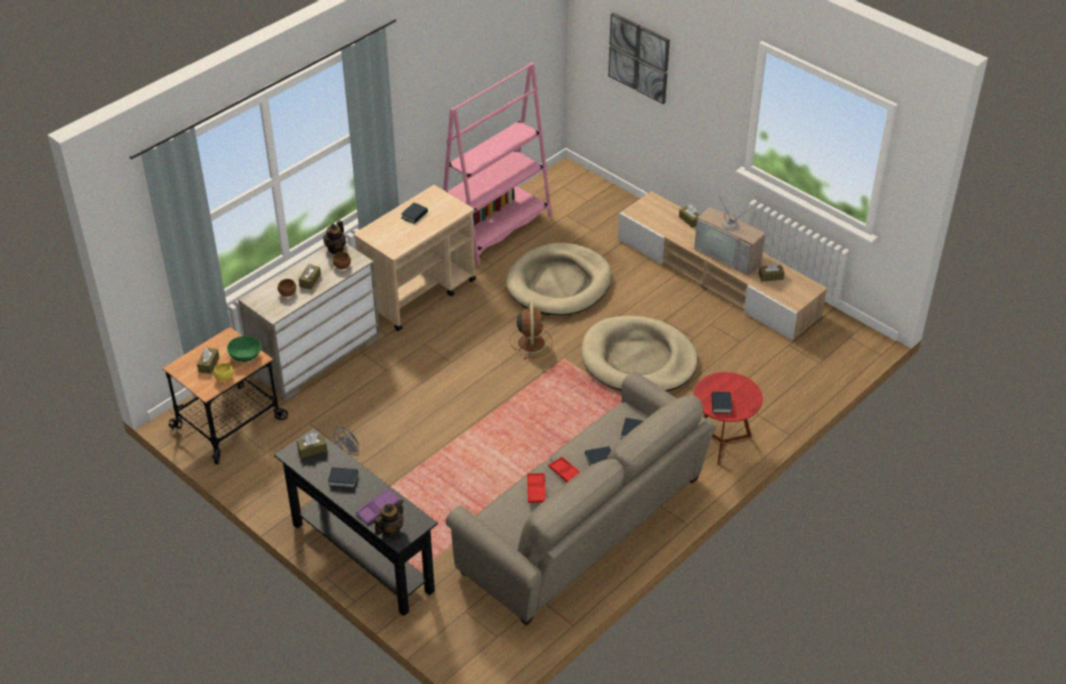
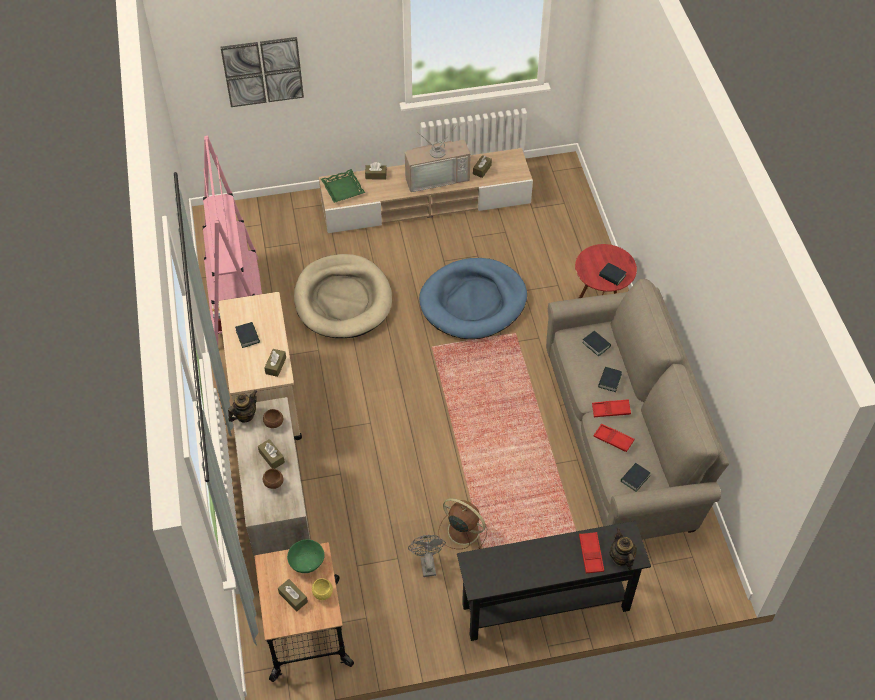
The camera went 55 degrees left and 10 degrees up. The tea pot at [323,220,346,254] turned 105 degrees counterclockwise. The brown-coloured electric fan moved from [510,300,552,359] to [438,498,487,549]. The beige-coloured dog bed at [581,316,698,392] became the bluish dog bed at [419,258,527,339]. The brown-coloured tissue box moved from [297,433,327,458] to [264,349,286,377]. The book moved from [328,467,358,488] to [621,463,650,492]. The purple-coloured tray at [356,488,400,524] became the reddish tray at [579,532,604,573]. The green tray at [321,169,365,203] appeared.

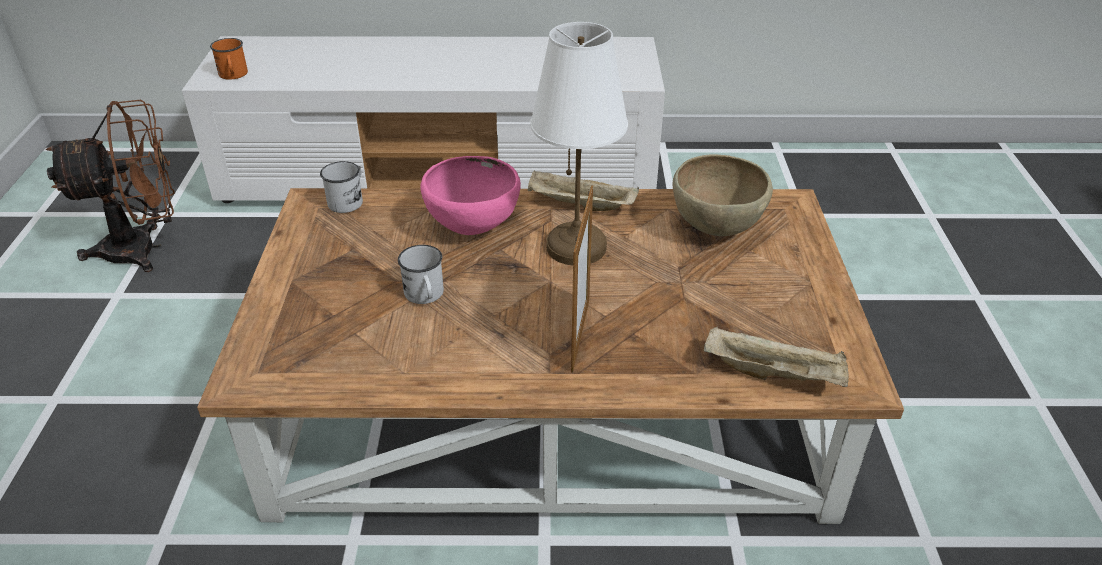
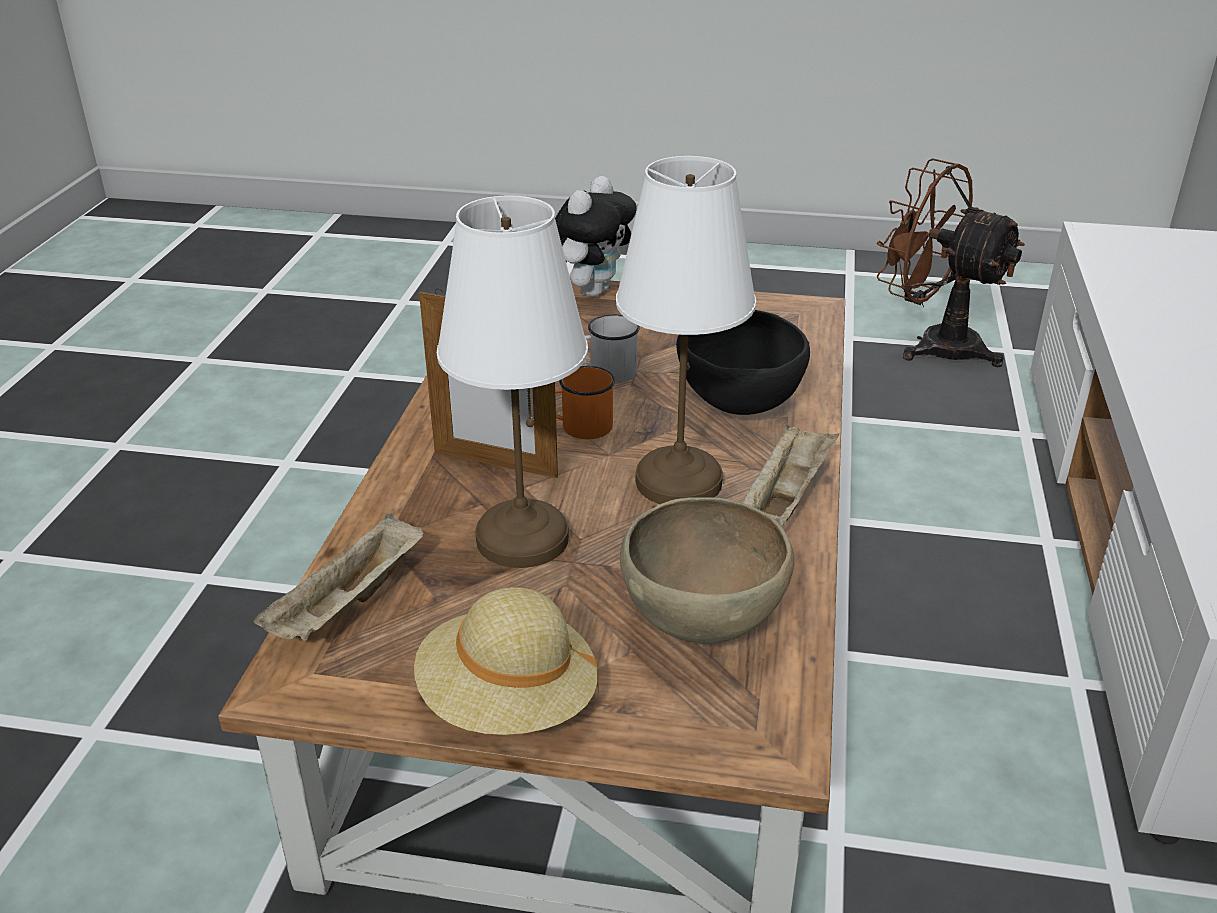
The camera went 100 degrees right and 5 degrees down. The orange mug moved from [210,38,248,80] to [555,366,615,439]. The brown-coloured electric fan at [46,99,175,272] turned 135 degrees clockwise. The pinkish bowl at [421,156,521,235] became the black bowl at [676,310,810,415]. The whitish mug at [320,161,363,213] disappeared. The plush toy at [555,176,637,297] appeared. The whitish tabletop lamp at [437,195,588,568] appeared. The beige-coloured hat at [414,587,598,735] appeared.

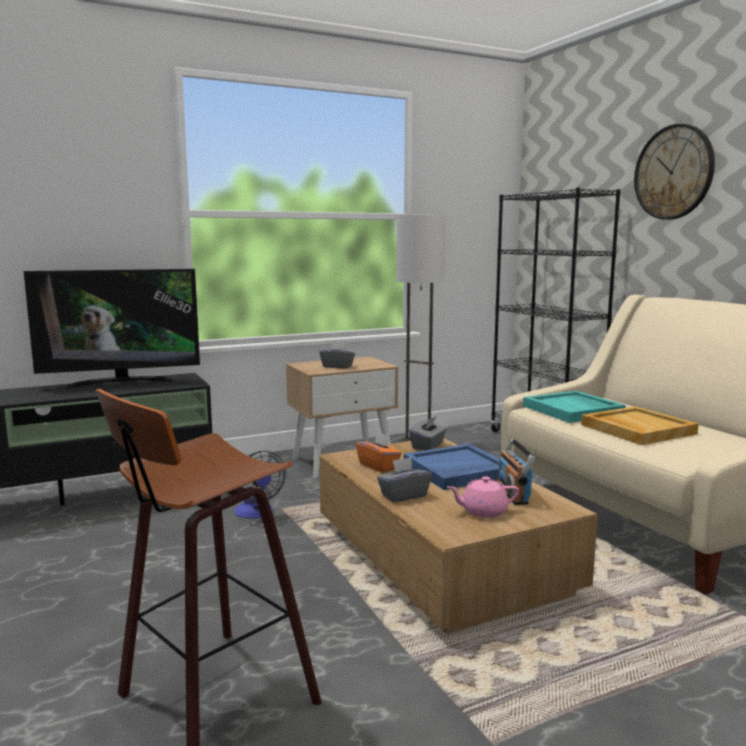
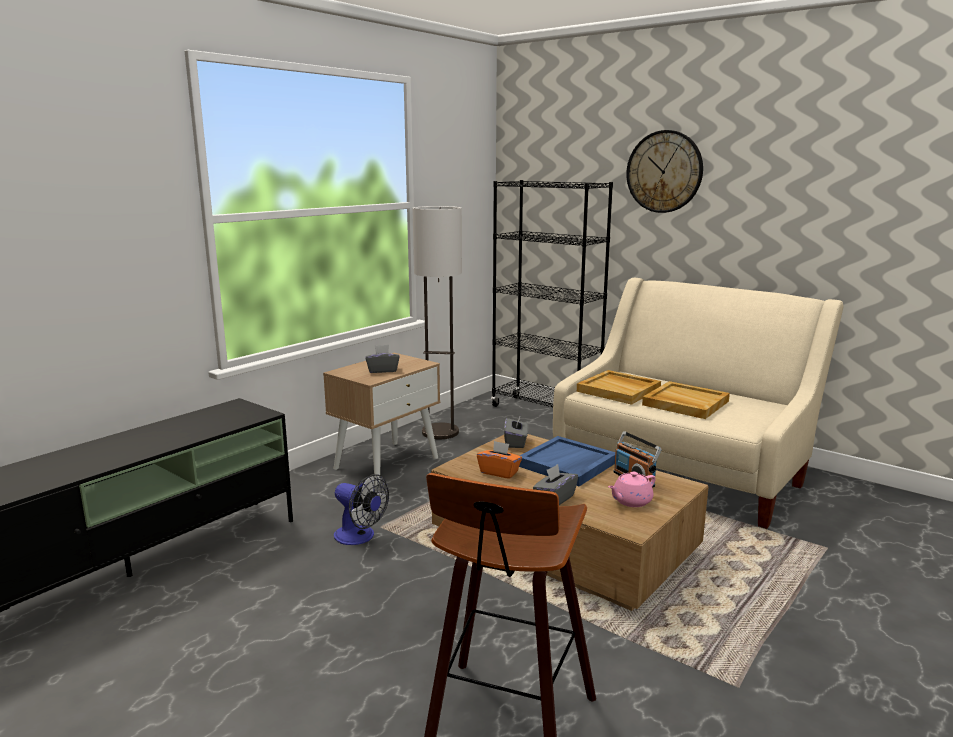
The camera went 25 degrees left and 5 degrees up. The television at [24,269,200,390] disappeared. The blue-green tray at [523,391,626,423] became the beige-coloured tray at [577,370,661,405].

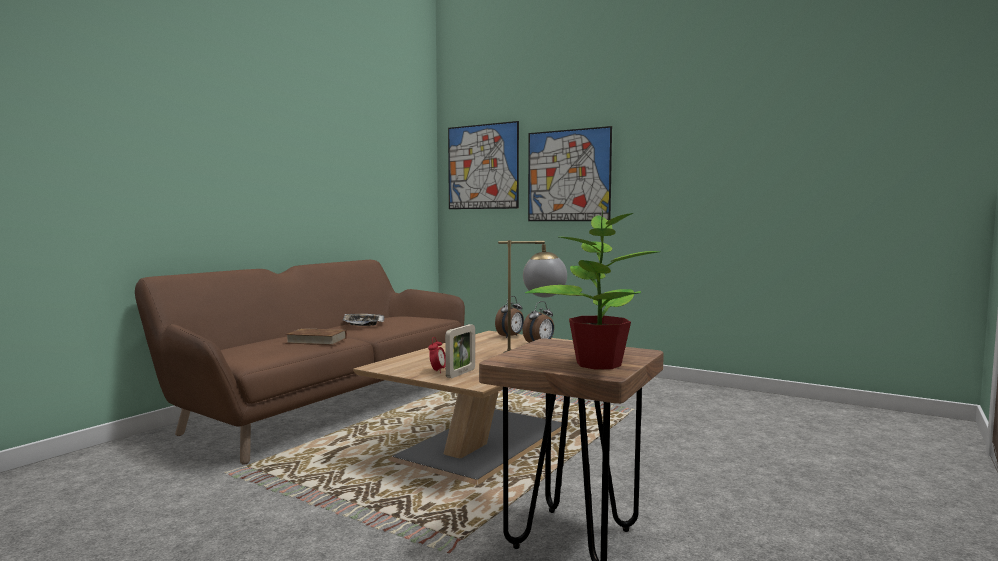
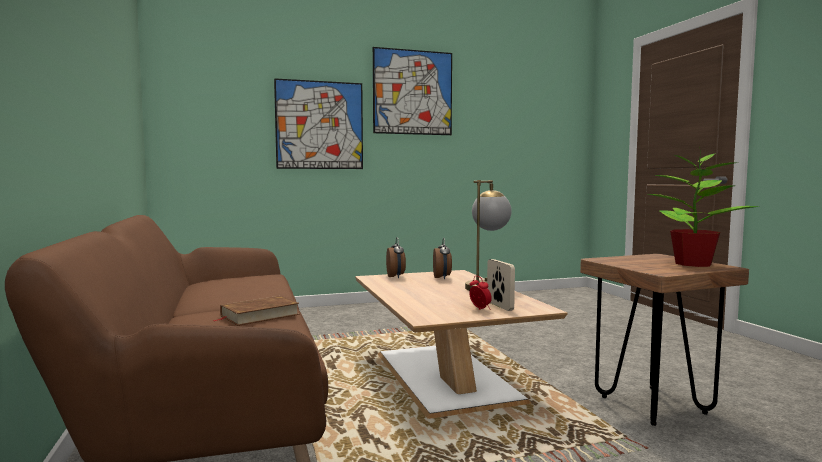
The camera went 50 degrees left and 0 degrees up. The picture moved from [448,121,519,209] to [373,47,452,135]. The tray at [343,314,384,326] disappeared.

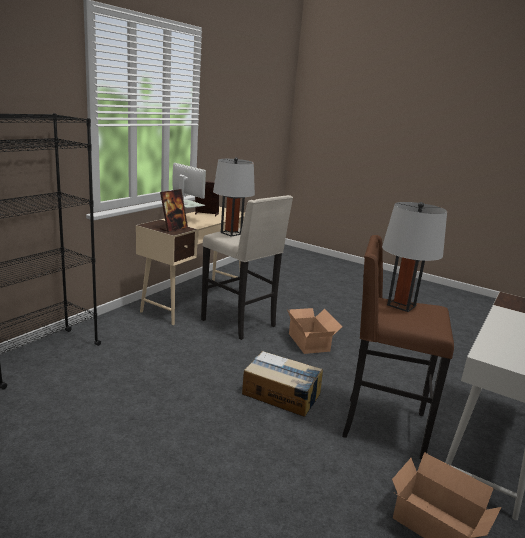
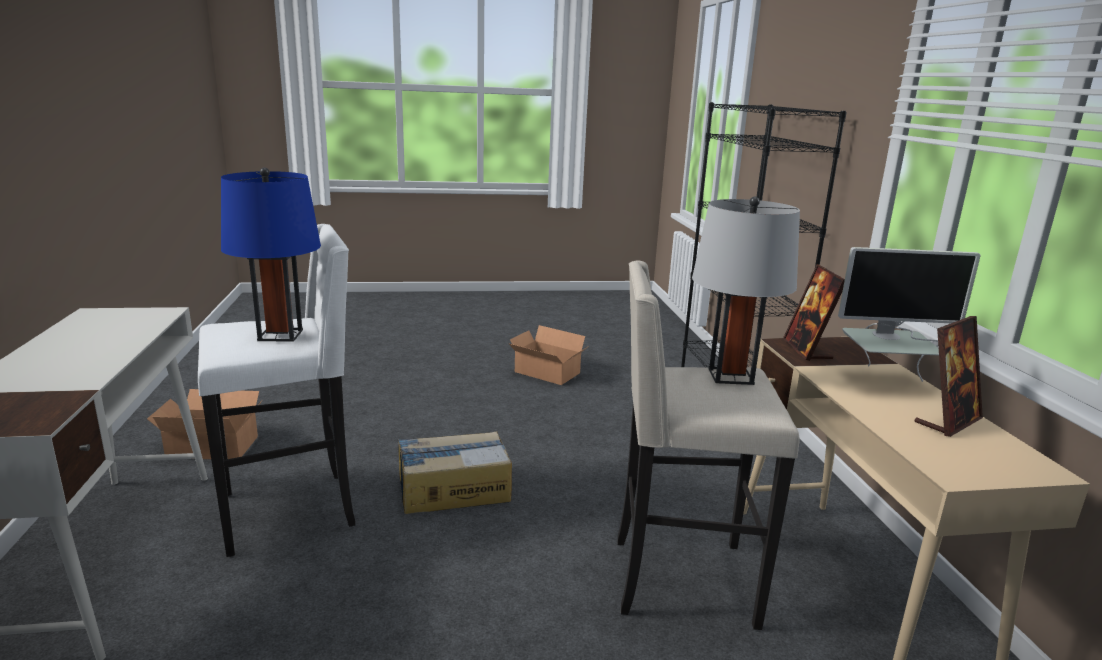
The camera went 140 degrees right and 0 degrees up. The greyish tabletop lamp at [382,202,447,312] became the bluish tabletop lamp at [221,167,321,342]. The brown-coloured stool seat at [342,235,454,460] became the whitish stool seat at [198,224,355,557]. The cardboard box moved from [287,308,342,354] to [508,325,589,385].

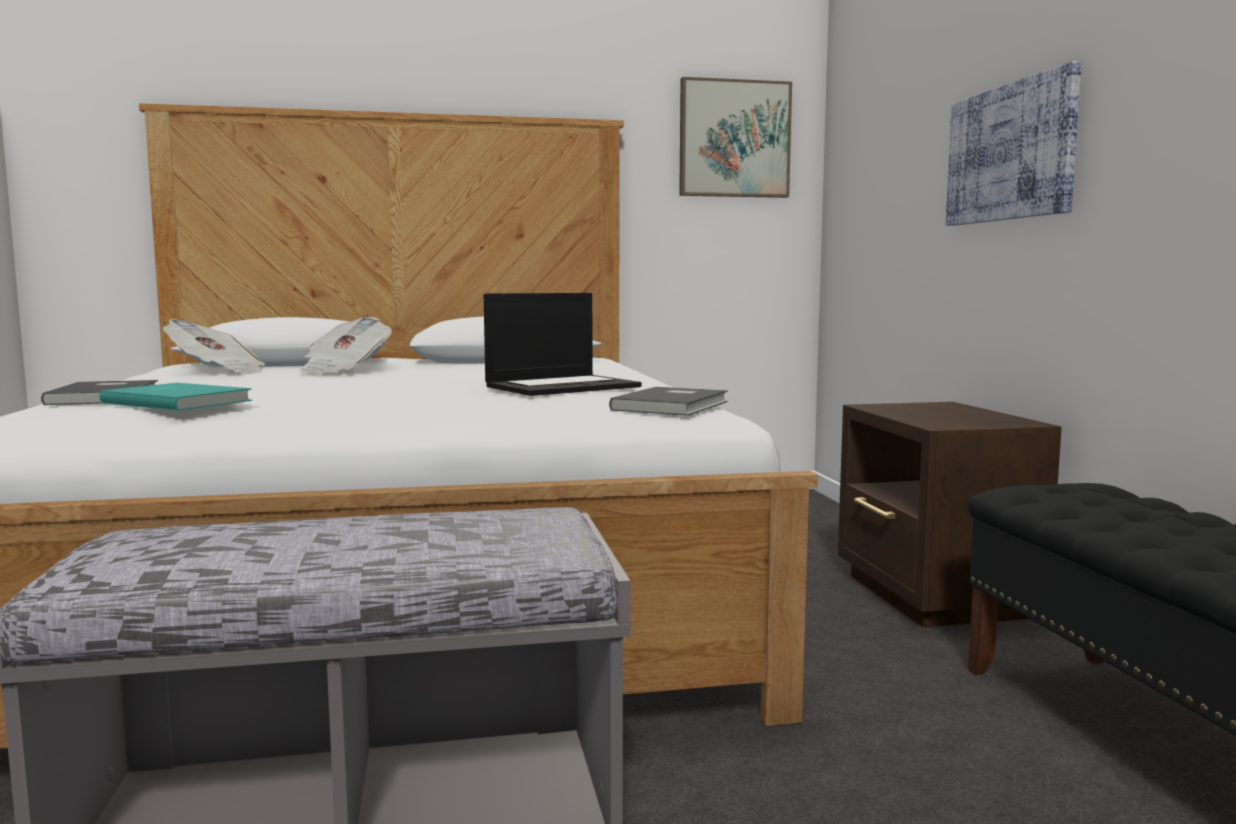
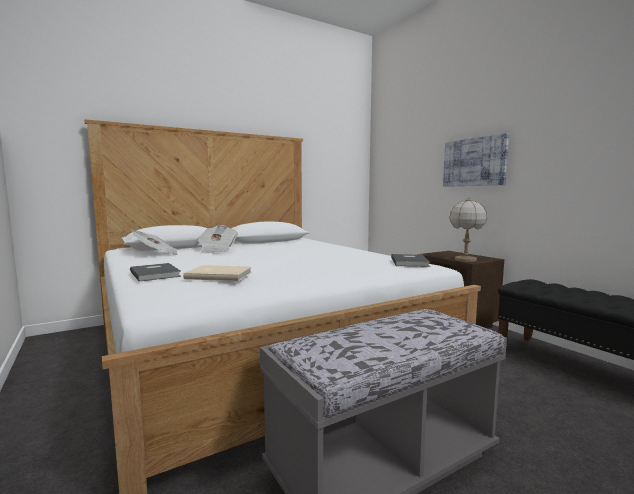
The camera went 20 degrees left and 0 degrees up. The picture at [679,77,792,198] disappeared. The portable computer at [484,293,641,396] disappeared. The blue-green book at [100,383,252,411] became the beige-coloured book at [183,265,252,281]. The tabletop lamp at [449,197,487,262] appeared.

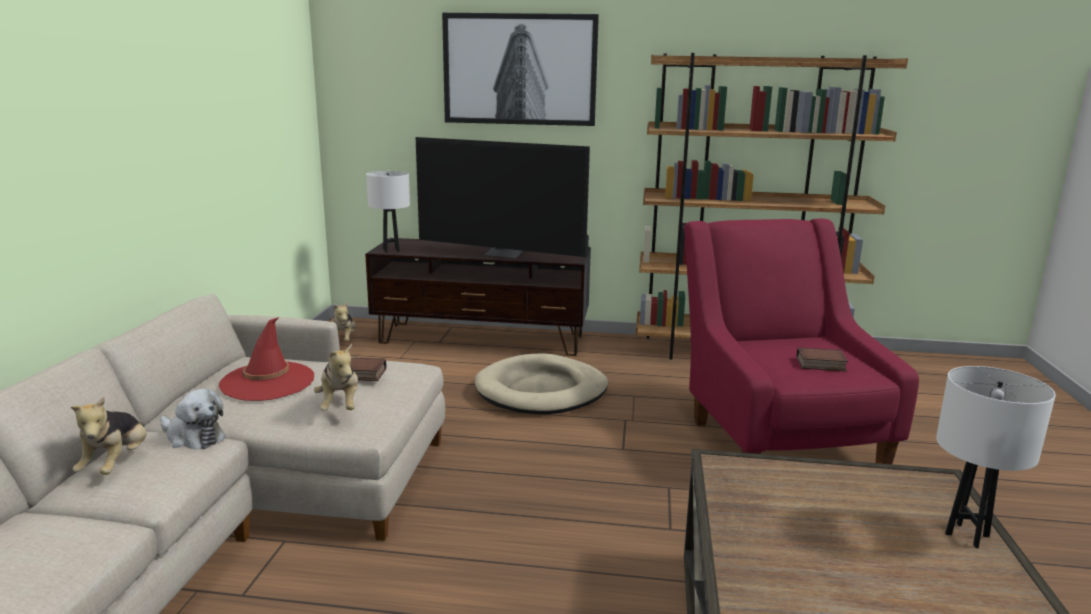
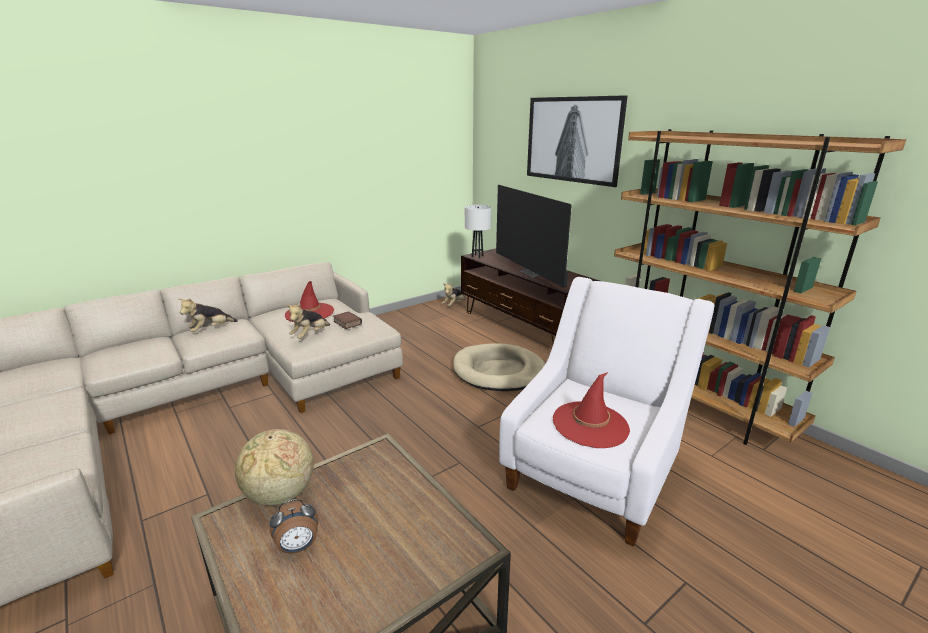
The camera went 45 degrees right and 5 degrees up. The reddish lounge chair at [684,219,919,464] became the whitish lounge chair at [499,277,714,546]. The book at [796,348,848,371] was replaced by the reddish hat at [553,372,630,448]. The whitish tabletop lamp at [936,366,1056,548] disappeared. The plush toy at [160,388,226,449] disappeared. The world globe at [235,429,314,505] appeared. The table clock at [270,499,318,553] appeared.

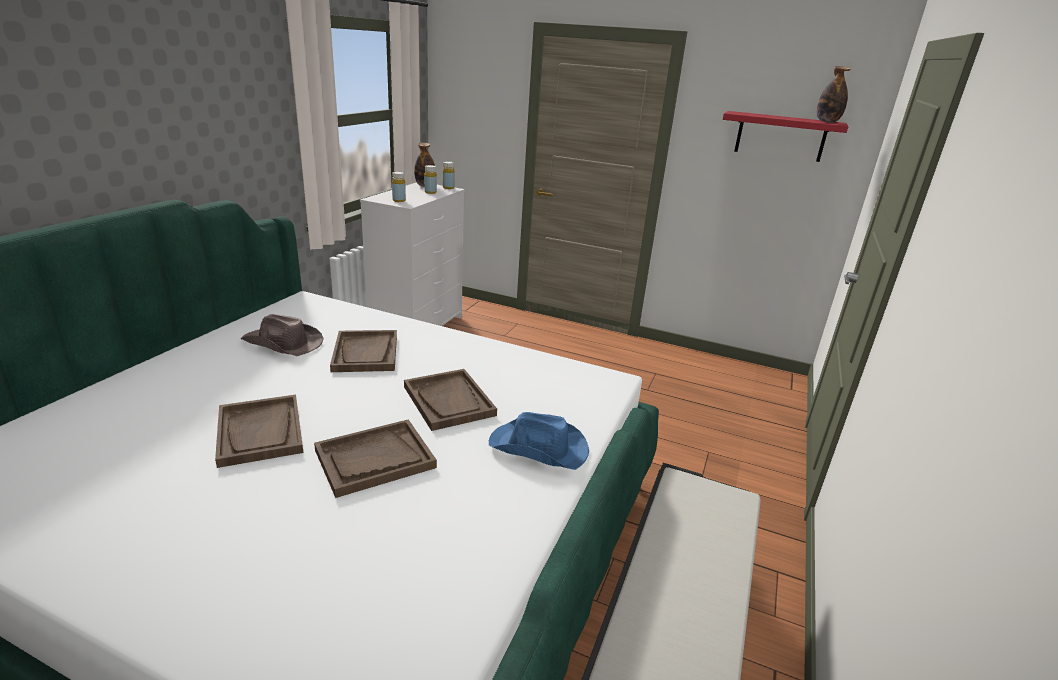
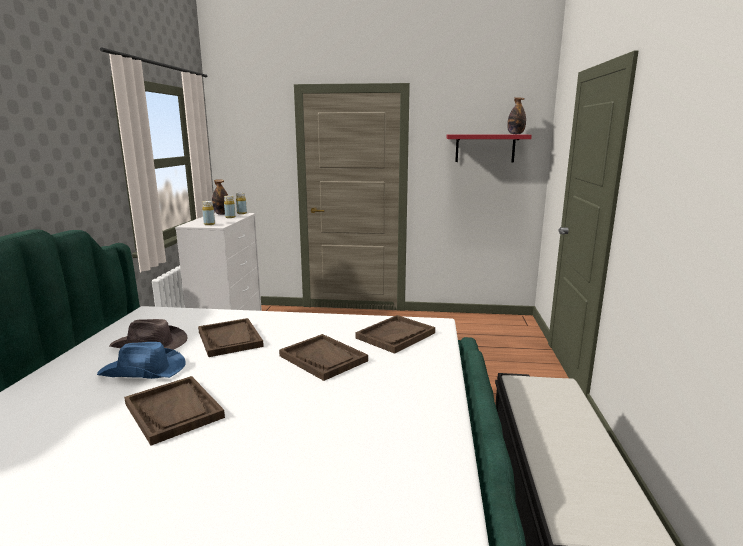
The camera went 15 degrees left and 10 degrees down. The bluish hat moved from [489,412,589,470] to [97,342,186,379]. The brown-coloured tray moved from [314,419,437,498] to [355,315,435,354].

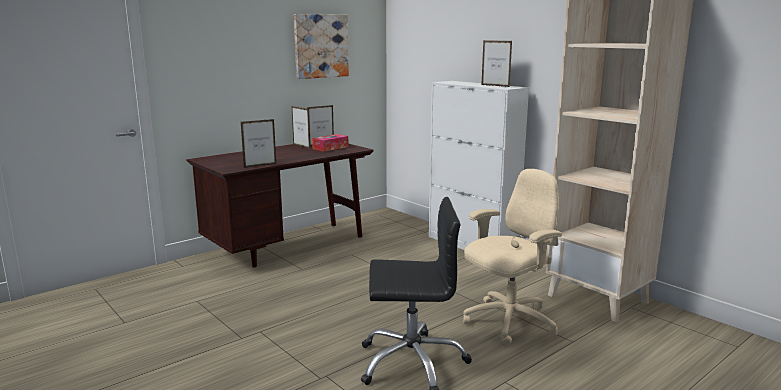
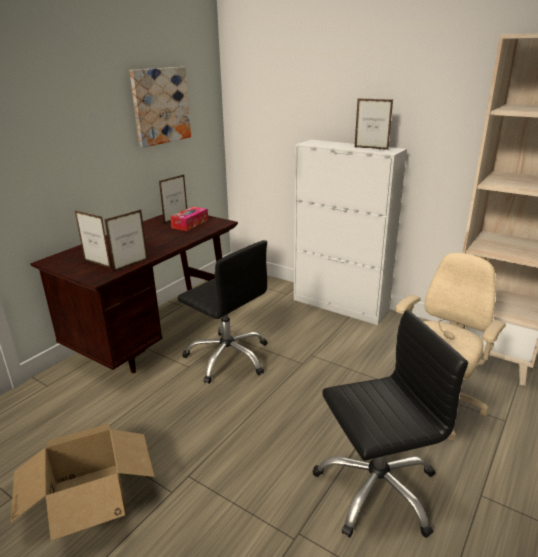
The camera went 15 degrees left and 10 degrees up. The photo frame moved from [292,106,310,149] to [75,211,111,268]. The black office chair at [178,240,268,384] appeared. The cardboard box at [11,424,155,541] appeared.

